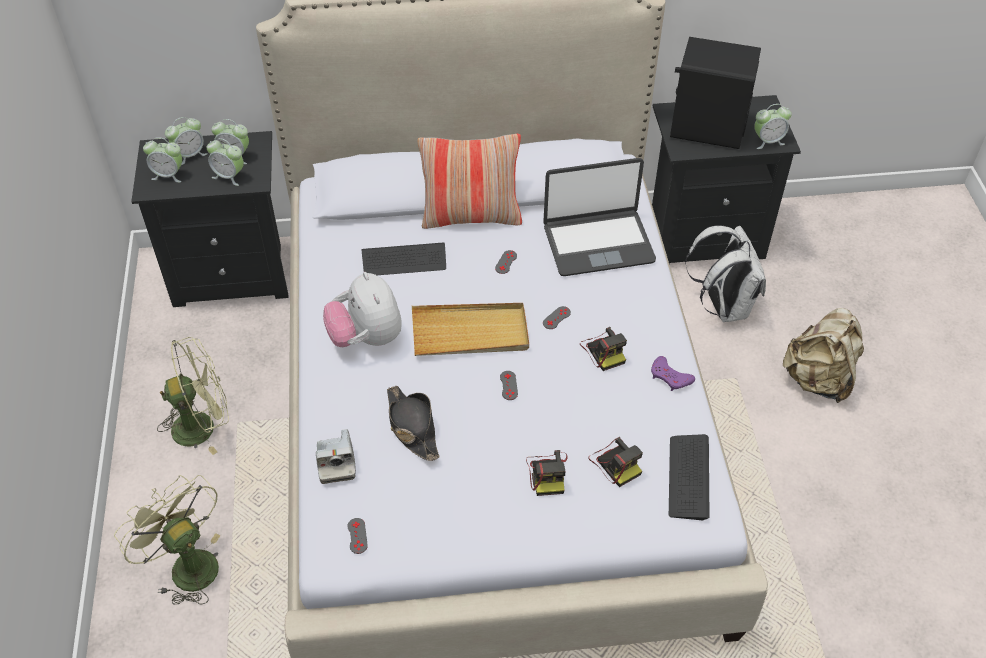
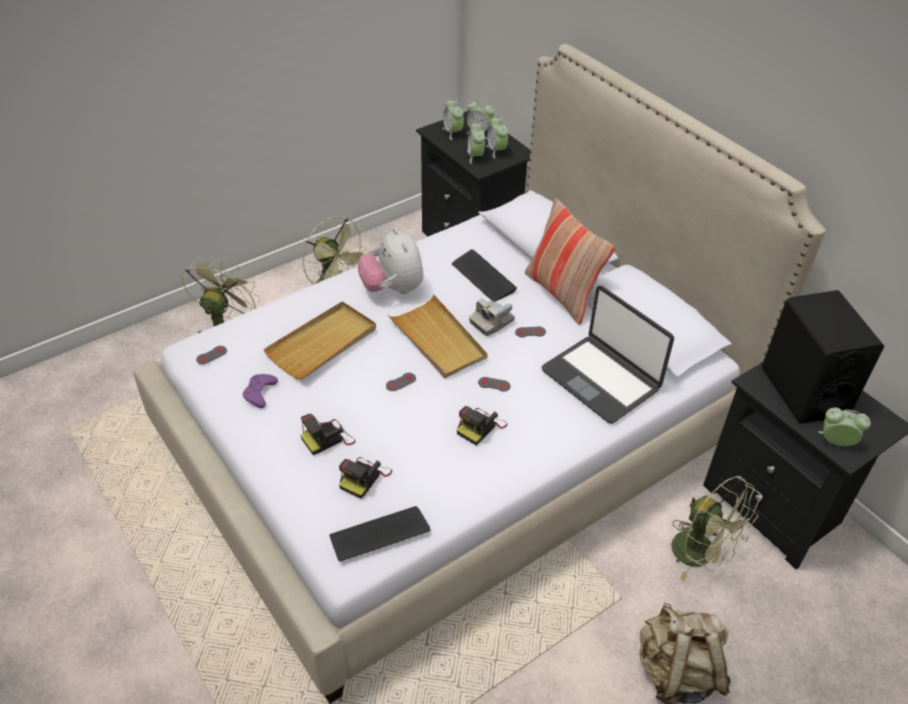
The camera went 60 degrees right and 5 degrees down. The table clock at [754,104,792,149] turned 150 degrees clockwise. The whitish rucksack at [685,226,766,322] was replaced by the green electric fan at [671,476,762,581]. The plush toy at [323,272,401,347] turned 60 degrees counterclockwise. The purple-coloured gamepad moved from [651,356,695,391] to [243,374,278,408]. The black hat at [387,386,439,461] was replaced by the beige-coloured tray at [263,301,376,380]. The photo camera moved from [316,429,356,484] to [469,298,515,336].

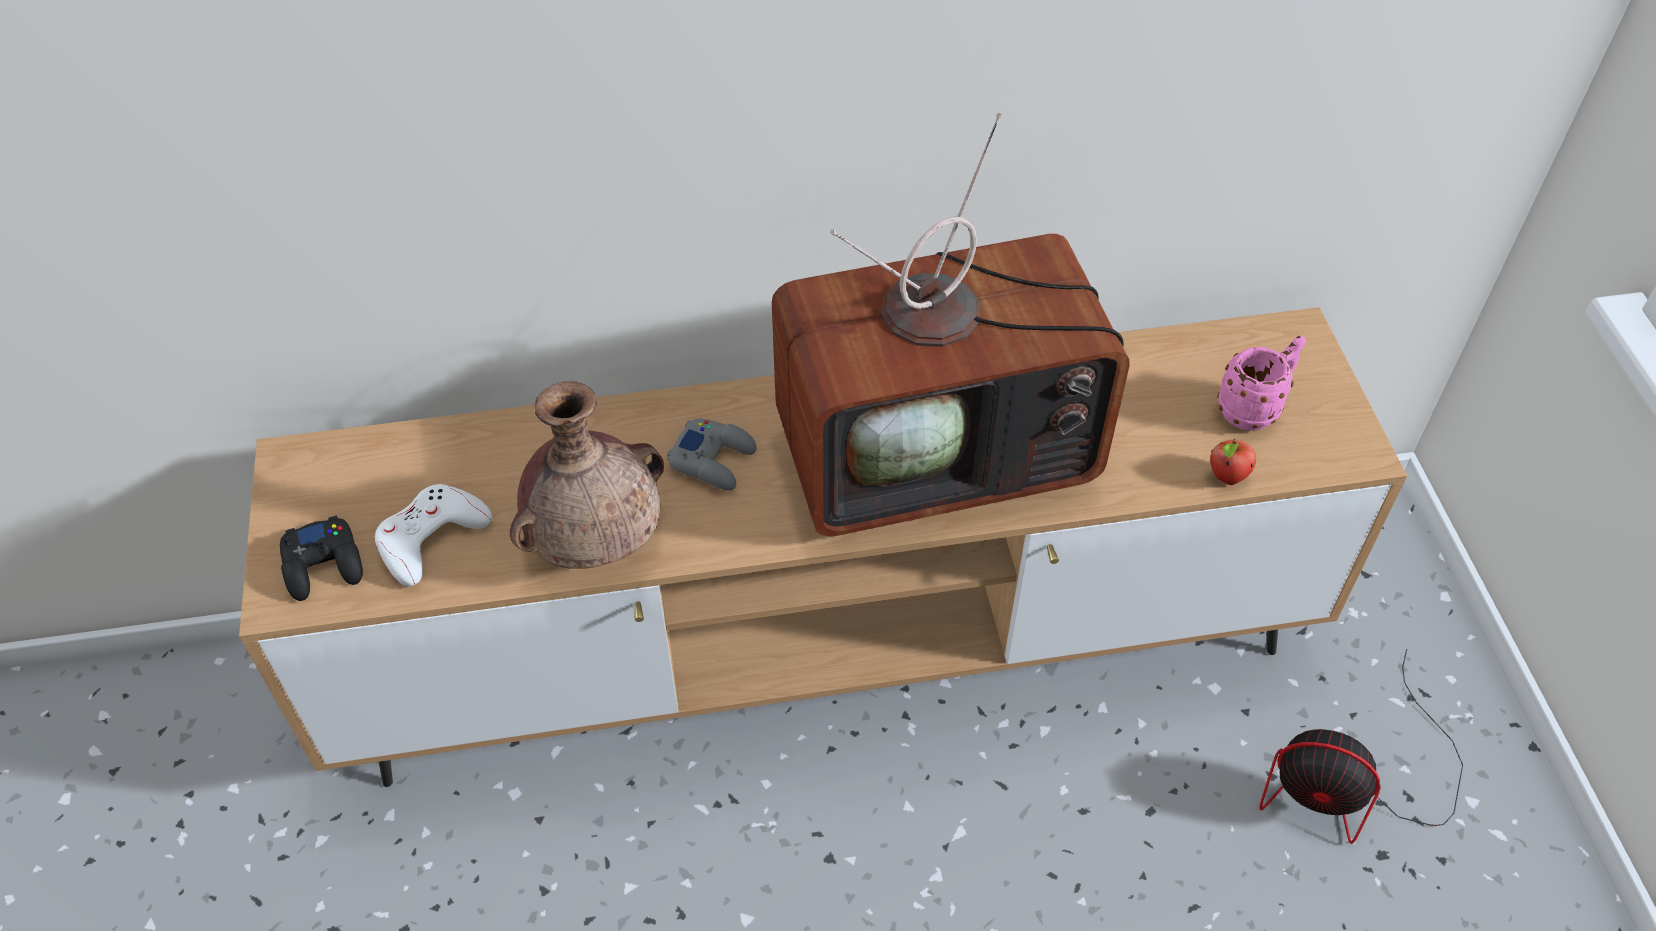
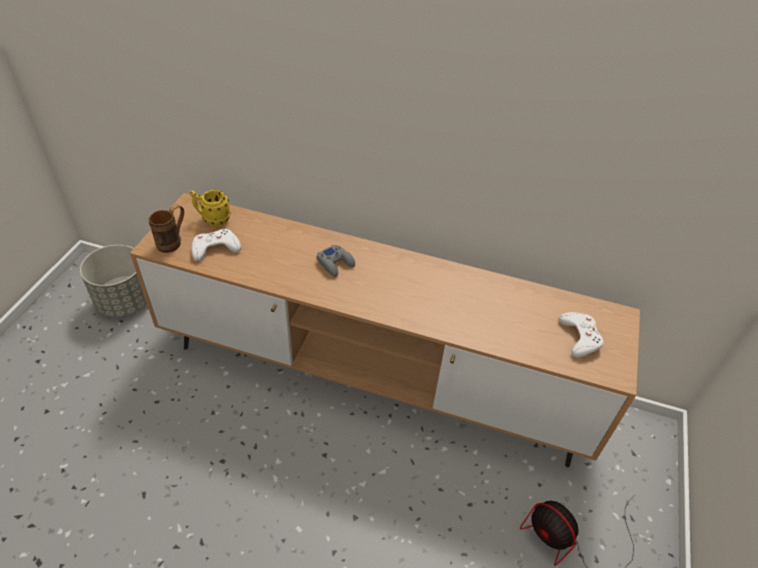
The camera went 25 degrees right and 5 degrees down. The television at [772,112,1130,536] disappeared. The pinkish mug at [1217,336,1306,431] was replaced by the whitish gamepad at [559,312,604,357]. The brown-coloured decorative vase at [510,381,664,569] disappeared. The apple at [1210,439,1256,485] disappeared. The black gamepad at [280,515,363,601] was replaced by the brown-coloured mug at [149,205,184,253]. The yellow-coloured mug at [189,190,231,226] appeared. The greyish plant pot at [80,245,147,317] appeared.

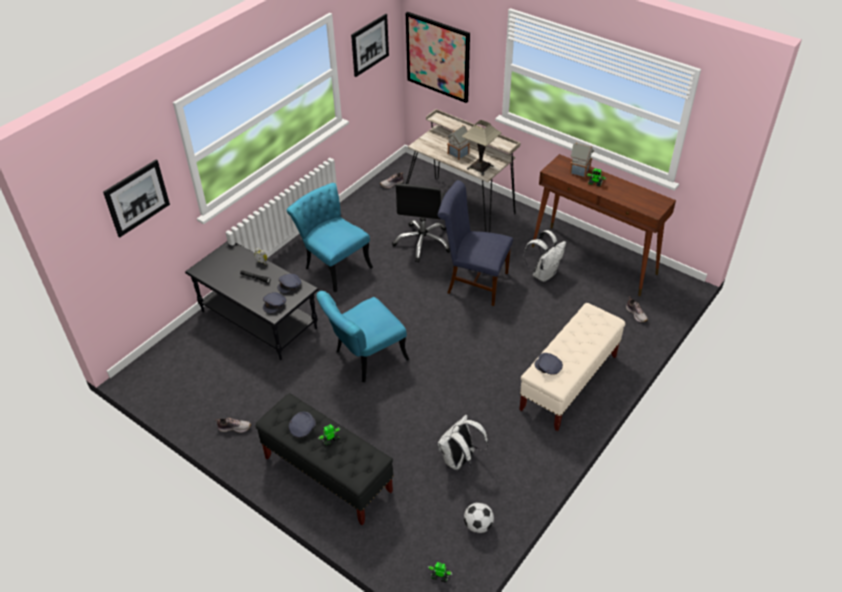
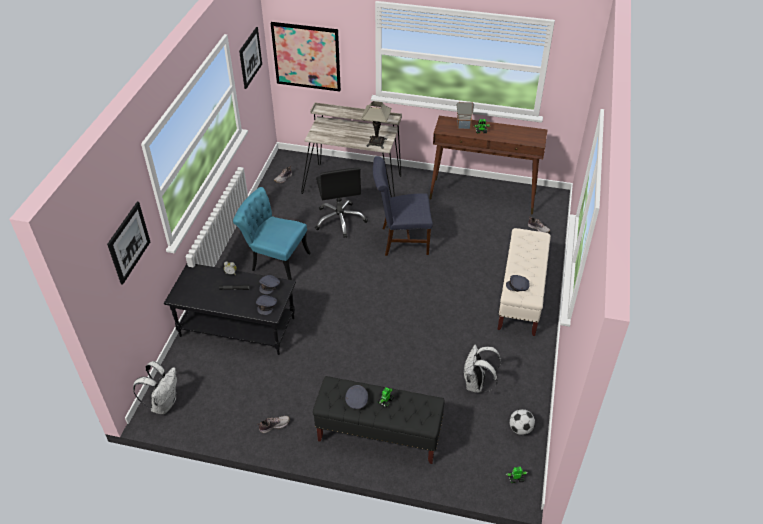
The camera went 25 degrees left and 0 degrees up. The model house at [447,125,470,160] disappeared. The whitish rucksack moved from [524,230,566,282] to [133,361,177,415]. The blue-green chair at [317,291,409,382] disappeared.

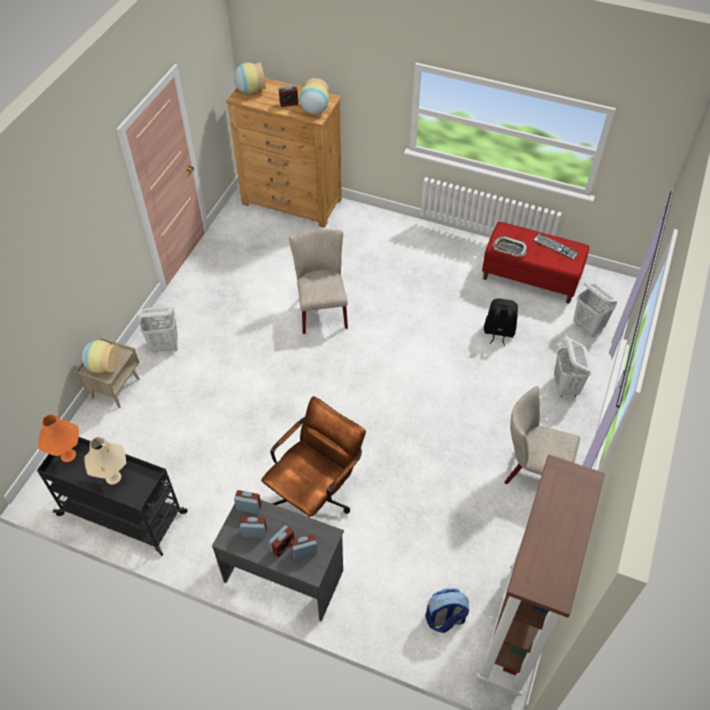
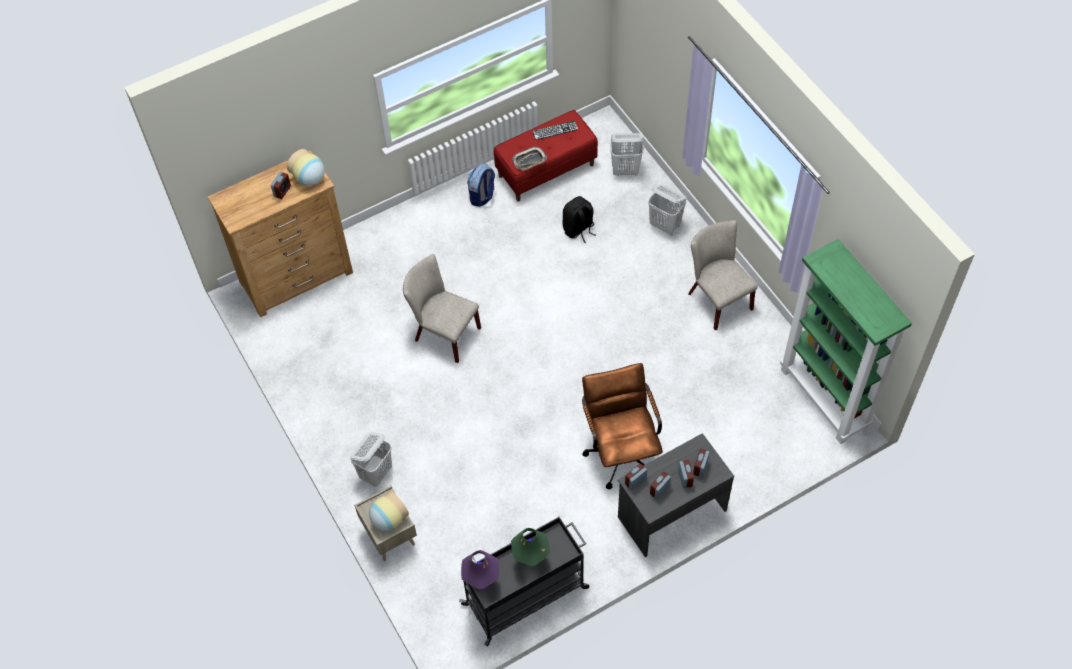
The camera went 50 degrees left and 5 degrees up. The decorative vase at [234,62,265,94] disappeared. The beige-coloured chair at [505,386,580,484] turned 90 degrees clockwise. The orange tabletop lamp at [38,414,79,462] became the purple-coloured tabletop lamp at [461,550,499,590]. The beige-coloured tabletop lamp at [84,437,126,484] became the green tabletop lamp at [511,528,550,567]. The brown-coloured bookshelf at [476,455,605,697] became the green bookshelf at [780,239,912,444]. The rucksack moved from [425,588,469,633] to [467,163,495,207].

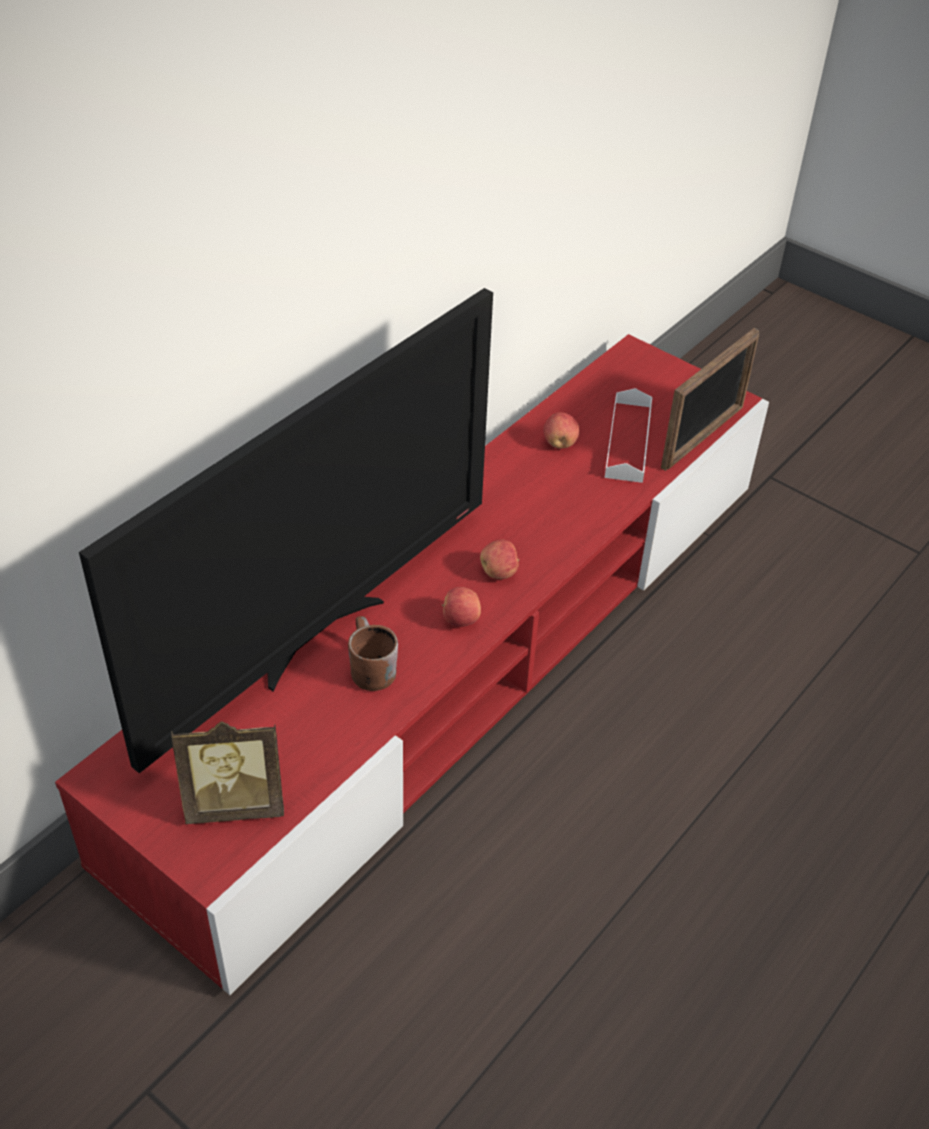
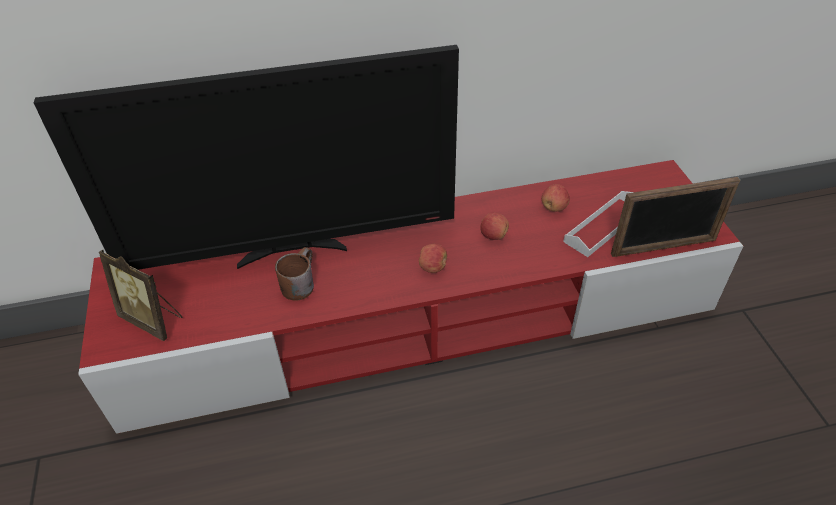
The camera went 40 degrees right and 0 degrees up. The apple moved from [442,587,481,627] to [480,212,509,240].

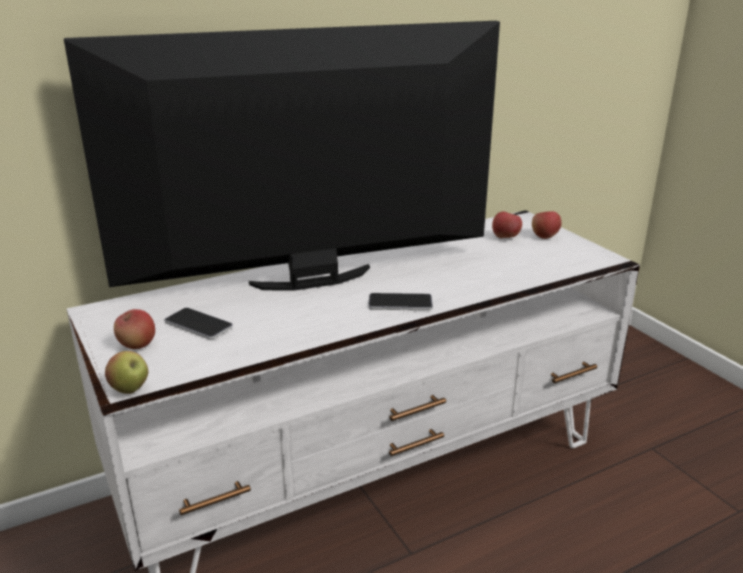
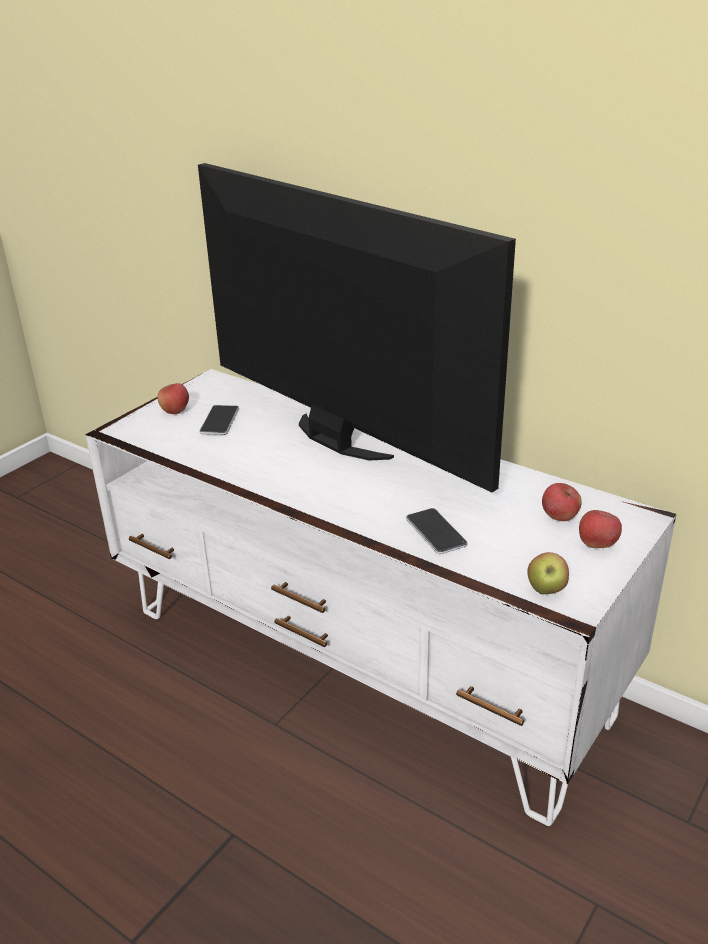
The camera went 65 degrees right and 5 degrees up. The handset moved from [368,293,433,310] to [406,508,468,554]. The apple moved from [105,351,148,394] to [527,552,569,594].

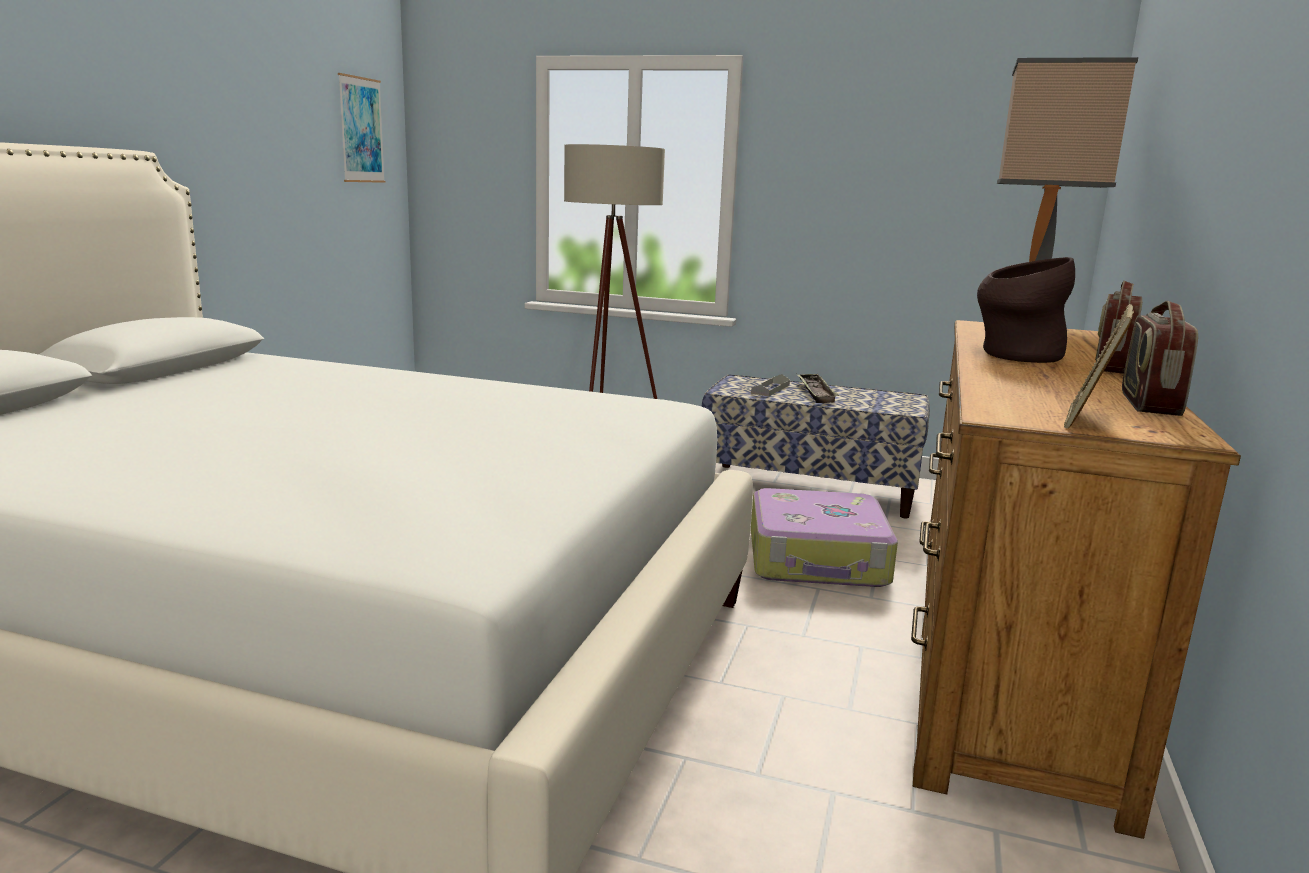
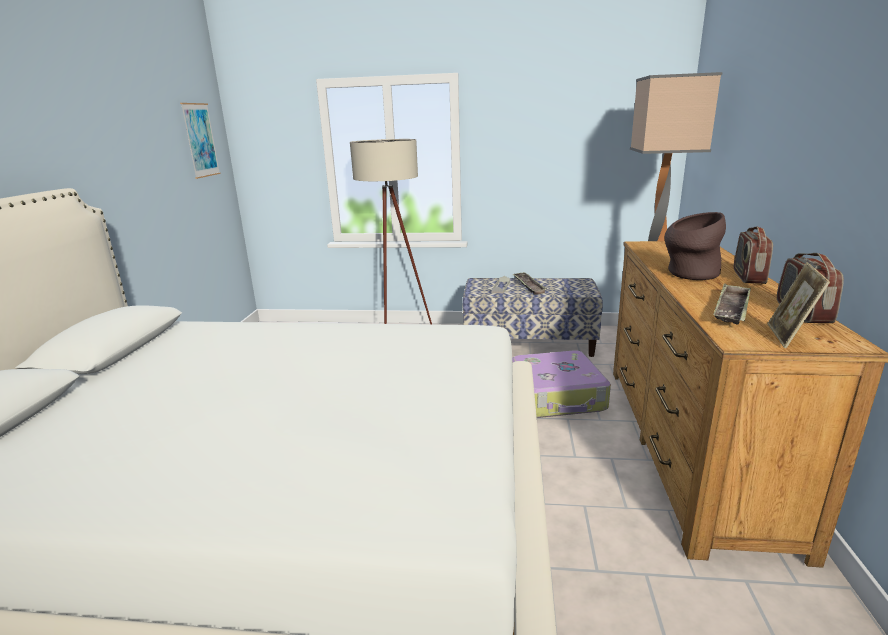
The camera went 10 degrees left and 5 degrees up. The tray at [713,284,751,325] appeared.

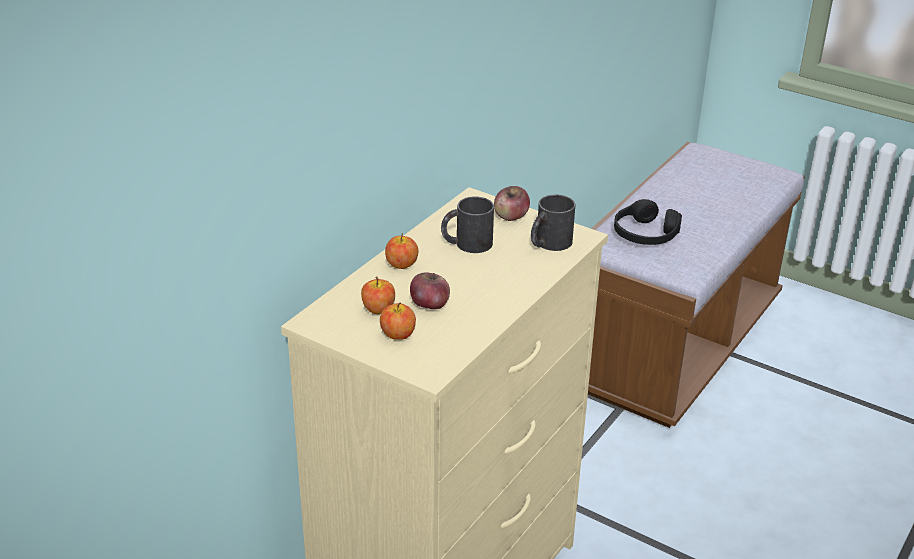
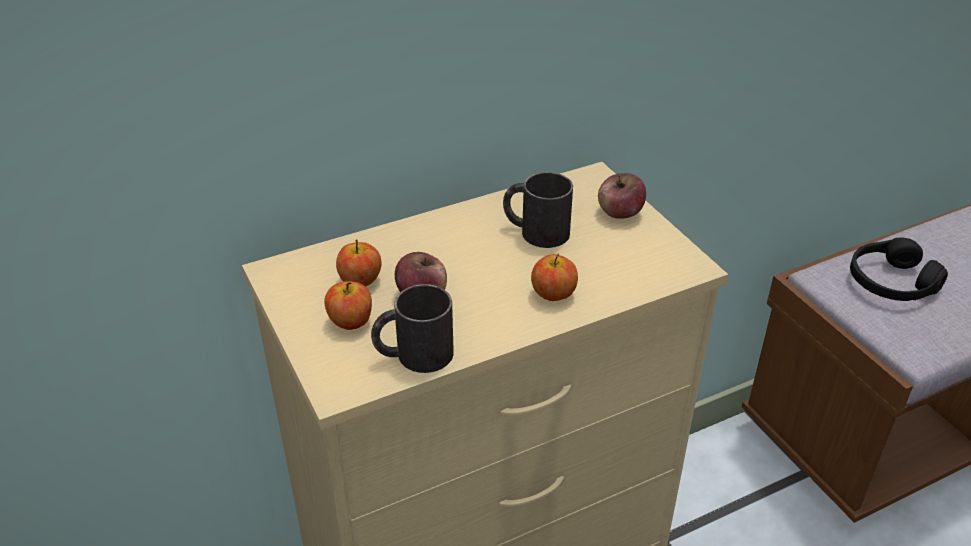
The camera went 30 degrees right and 5 degrees up. The black mug moved from [531,194,575,251] to [371,284,454,373]. The apple moved from [385,233,418,269] to [531,253,578,301].

